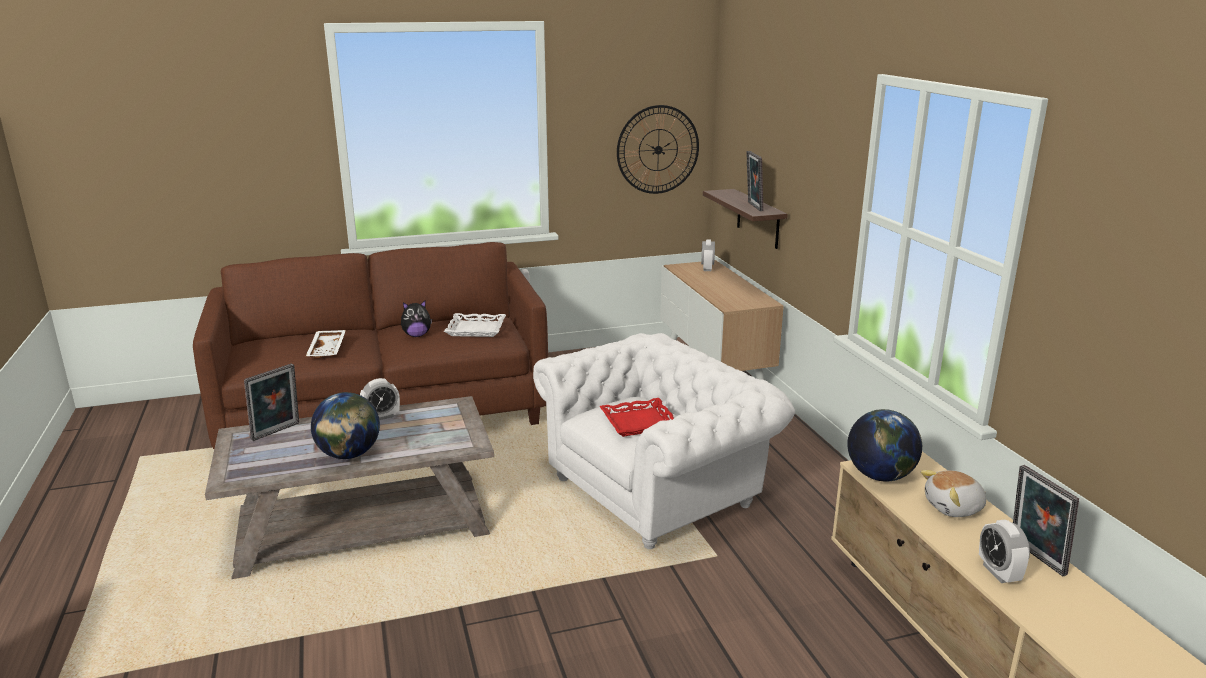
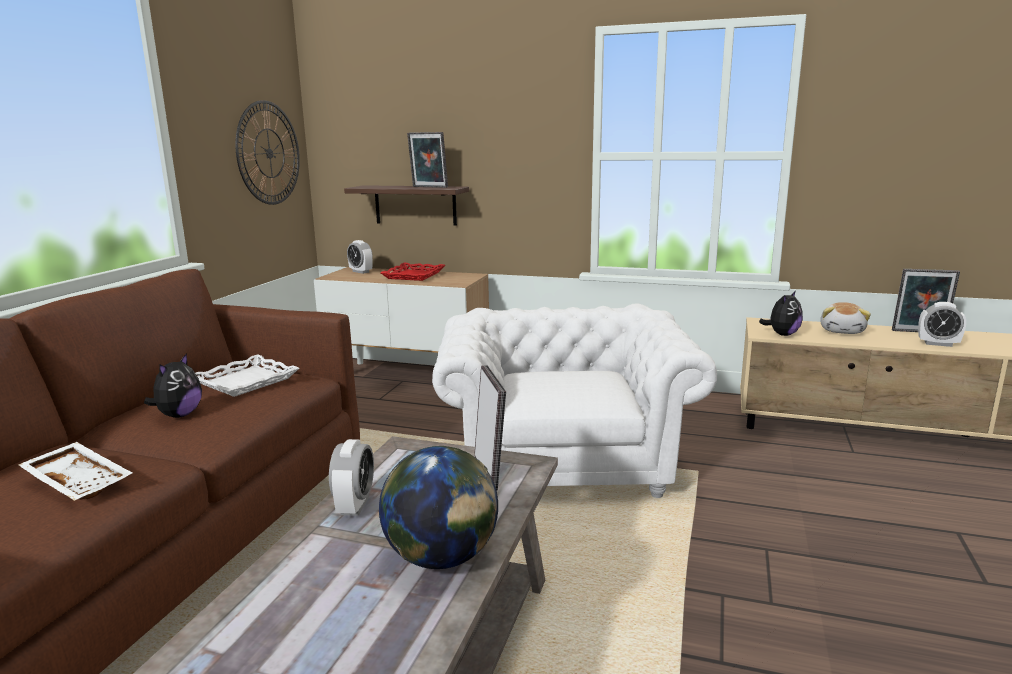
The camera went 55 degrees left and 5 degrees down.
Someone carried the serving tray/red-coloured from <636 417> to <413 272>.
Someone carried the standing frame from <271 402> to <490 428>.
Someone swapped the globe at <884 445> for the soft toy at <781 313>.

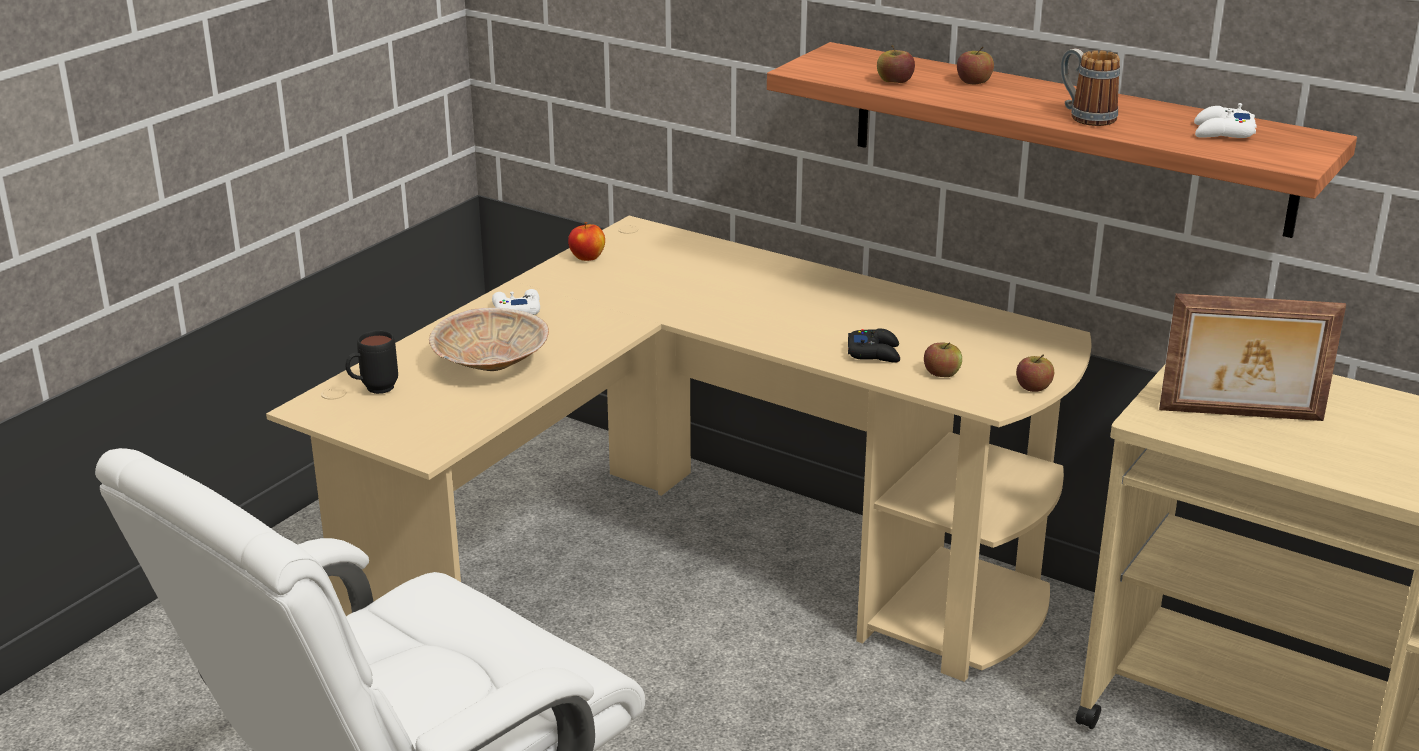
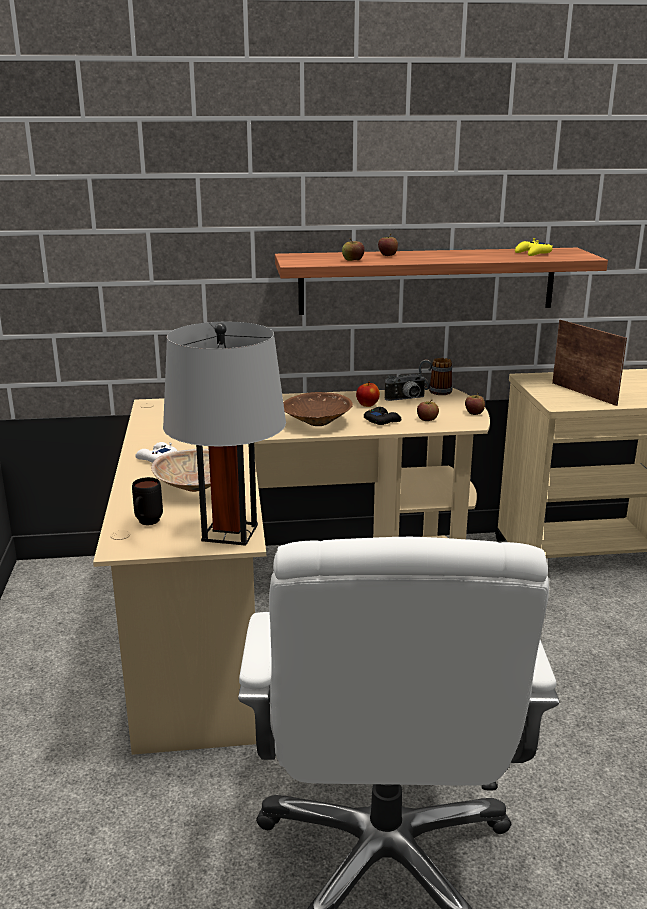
The camera went 40 degrees left and 5 degrees down.
Someone put down the lamp for a table/greyish at <224 434>.
Someone put down the deep dish/brownish at <318 409>.
Someone carried the apple from <586 241> to <368 394>.
Someone put down the photo camera at <405 387>.
Someone carried the coffee mug from <1090 87> to <436 376>.
Someone repainted the game controller/whitish at <1225 120>, which became the game controller/yellowish at <534 247>.
Someone rotated the standing frame at <1252 357> by 90 degrees counterclockwise.

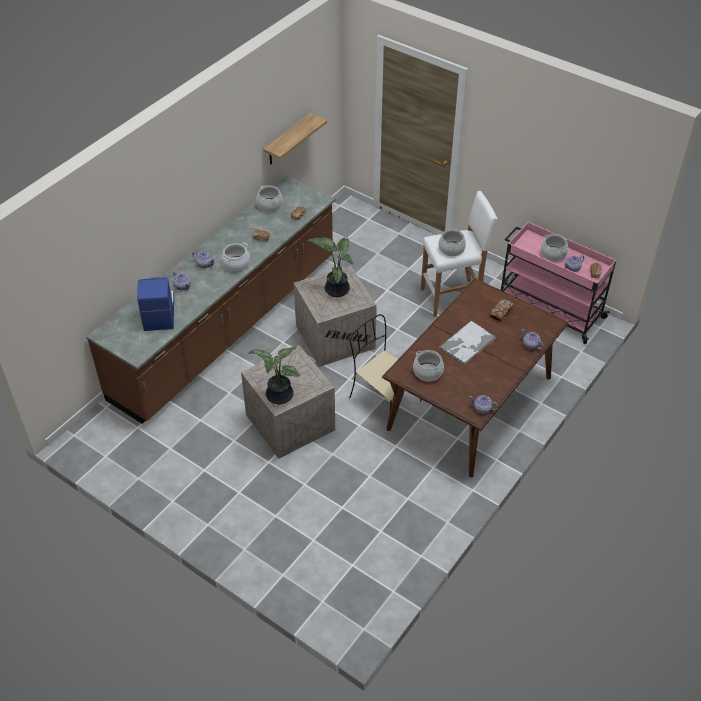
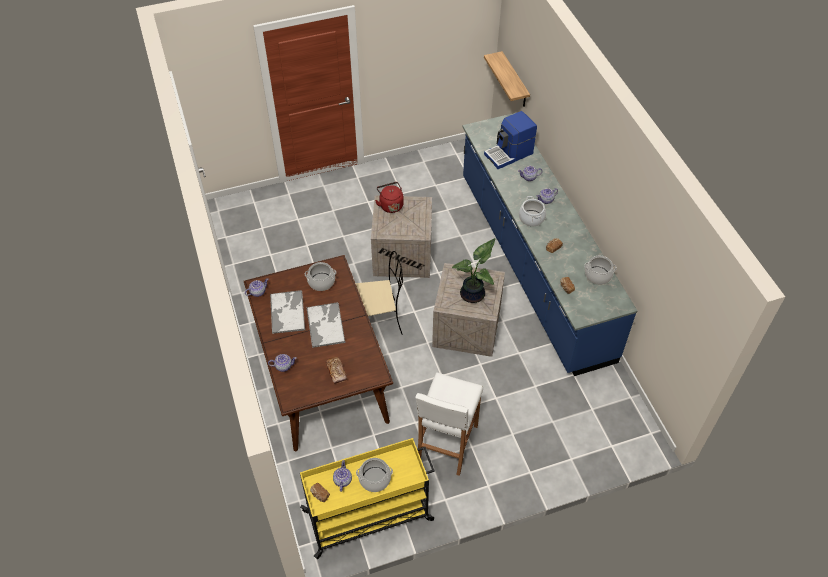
The camera went 125 degrees right and 5 degrees up.
Someone put down the serving tray at <287 312>.
Someone repainted the wheeled cart/pink at <558 283>, which became the wheeled cart/yellowish at <367 498>.
Someone swapped the houseplant at <274 375> for the kettle/red-coloured at <389 197>.
Someone repainted the kitchen base unit/brownish at <210 300>, which became the kitchen base unit/bluish at <549 244>.
Someone carried the bracket shelf from <295 138> to <507 79>.
Someone rotated the coffee maker at <155 304> by 120 degrees clockwise.
Someone took away the stockpot at <452 242>.

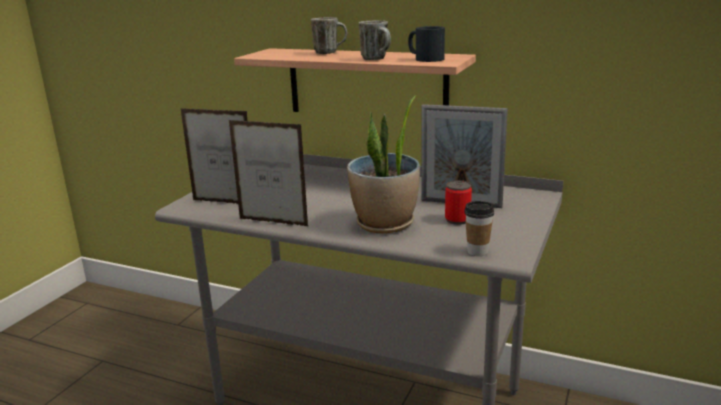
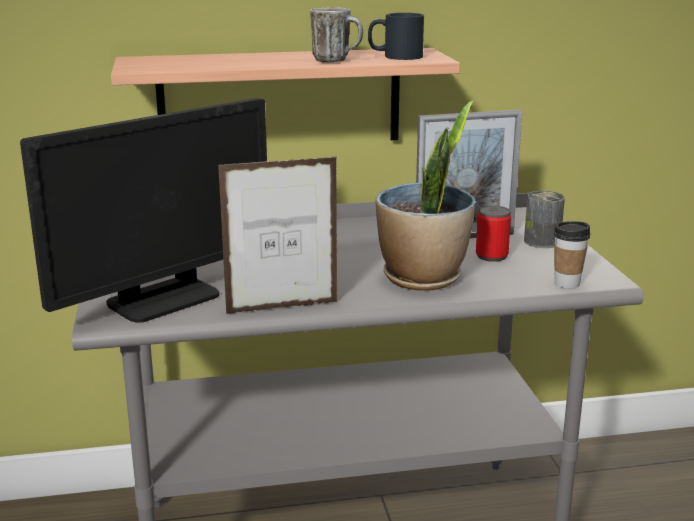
The camera went 35 degrees left and 0 degrees up.
Someone swapped the standing frame at <214 156> for the monitor at <143 210>.
Someone put down the metal can at <544 219>.
Someone took away the coffee mug at <329 35>.

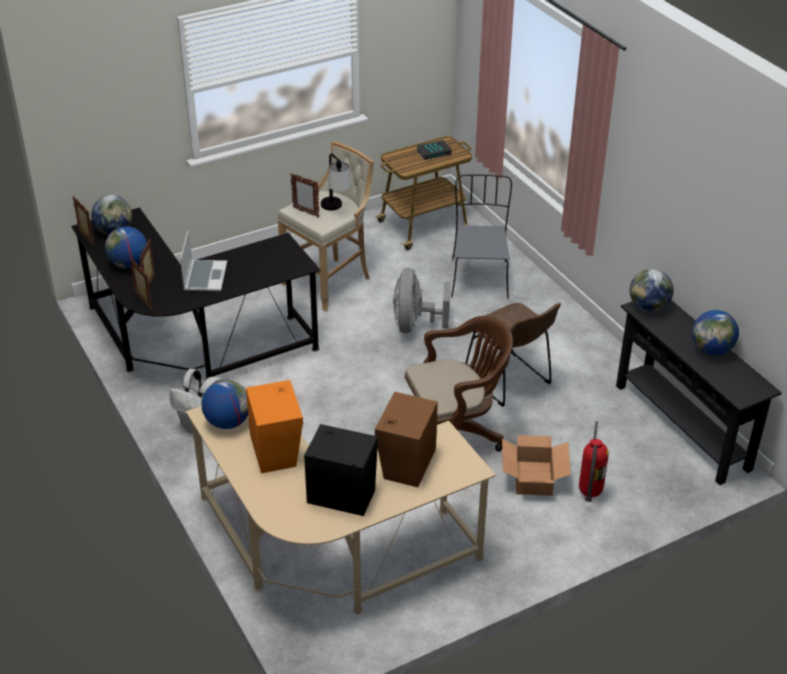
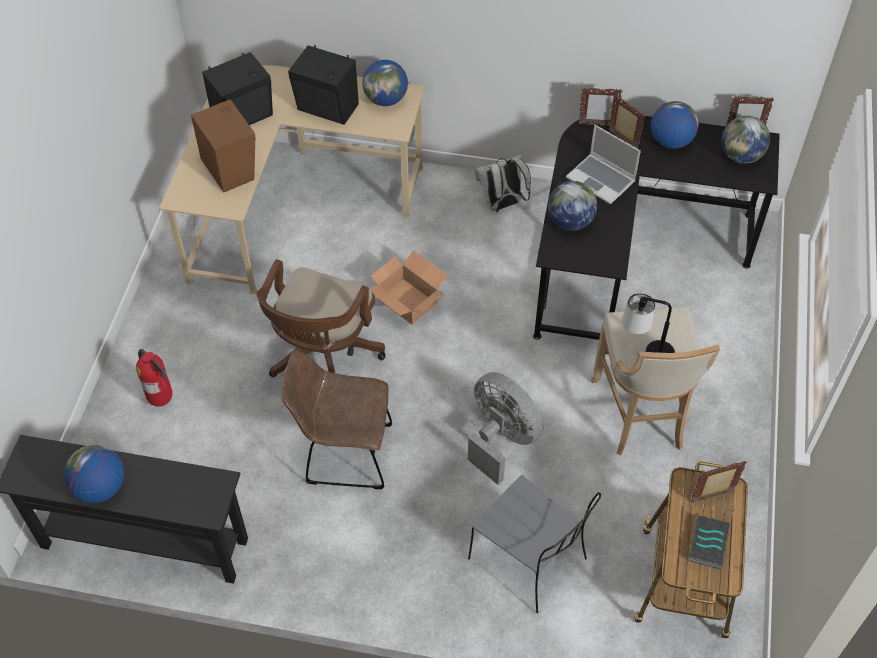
The camera went 130 degrees right and 15 degrees up.
Someone repainted the audio speaker/orangey at <274 426>, which became the audio speaker/blackish at <323 85>.
Someone carried the carton from <536 465> to <409 287>.
Someone carried the globe from <652 290> to <572 206>.
Someone carried the standing frame from <304 195> to <718 482>.

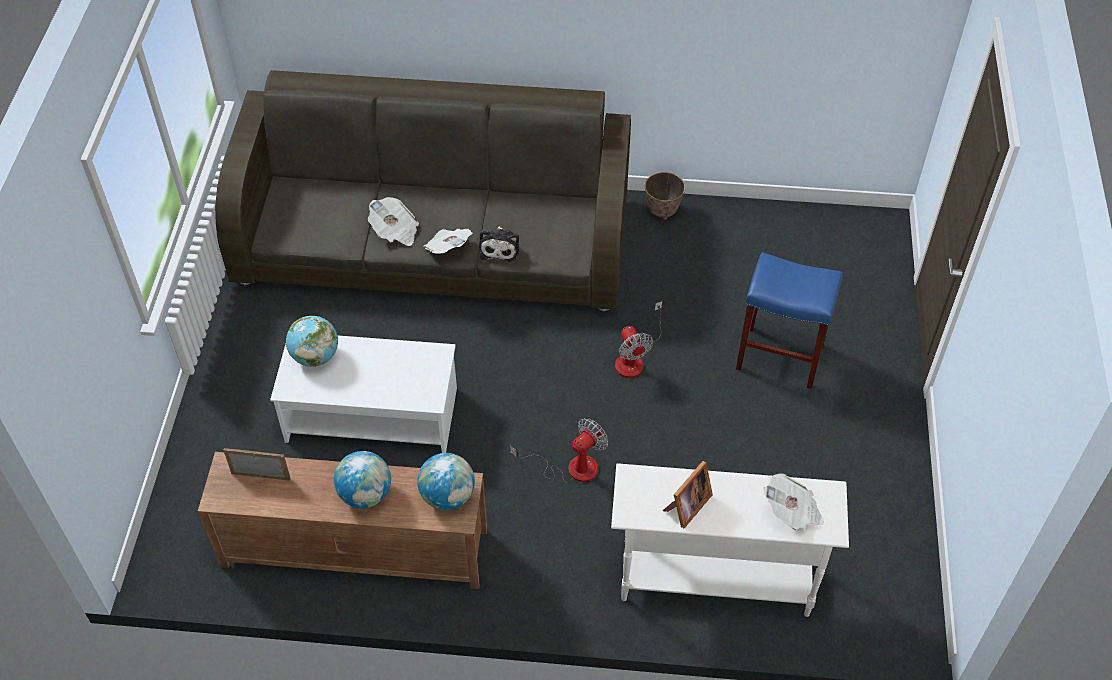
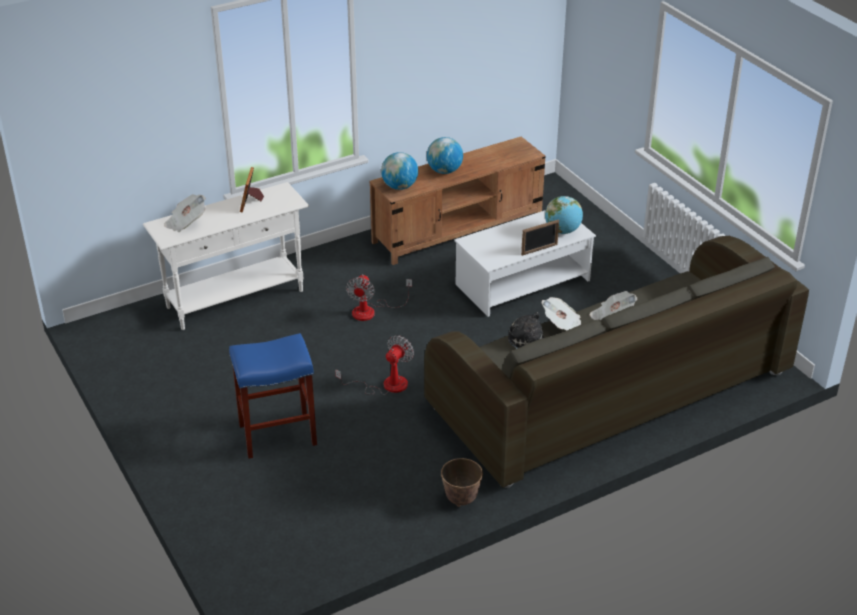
The camera went 145 degrees right and 15 degrees down.
Someone rotated the electric fan at <638 339> by 90 degrees clockwise.
Someone carried the standing frame from <257 464> to <540 238>.

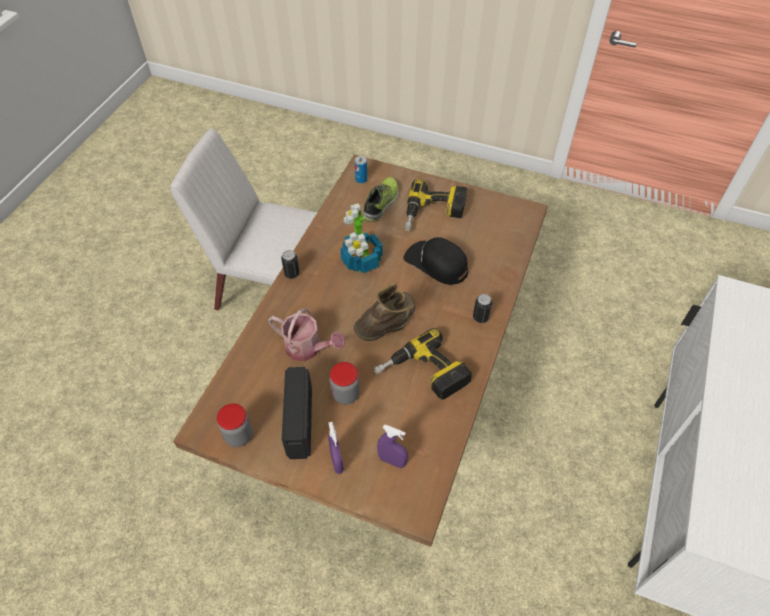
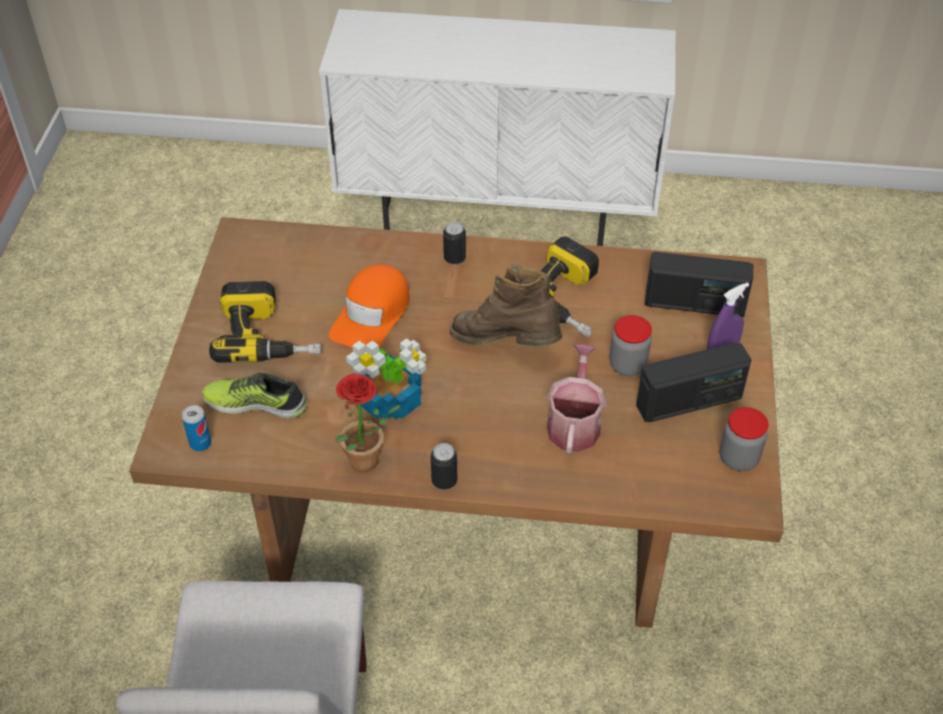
The camera went 105 degrees left and 5 degrees down.
Someone repainted the cap/blackish at <435 261>, which became the cap/orangey at <369 306>.
Someone put down the houseplant at <367 422>.
Someone swapped the spray bottle/purple at <392 446> for the radio at <699 284>.

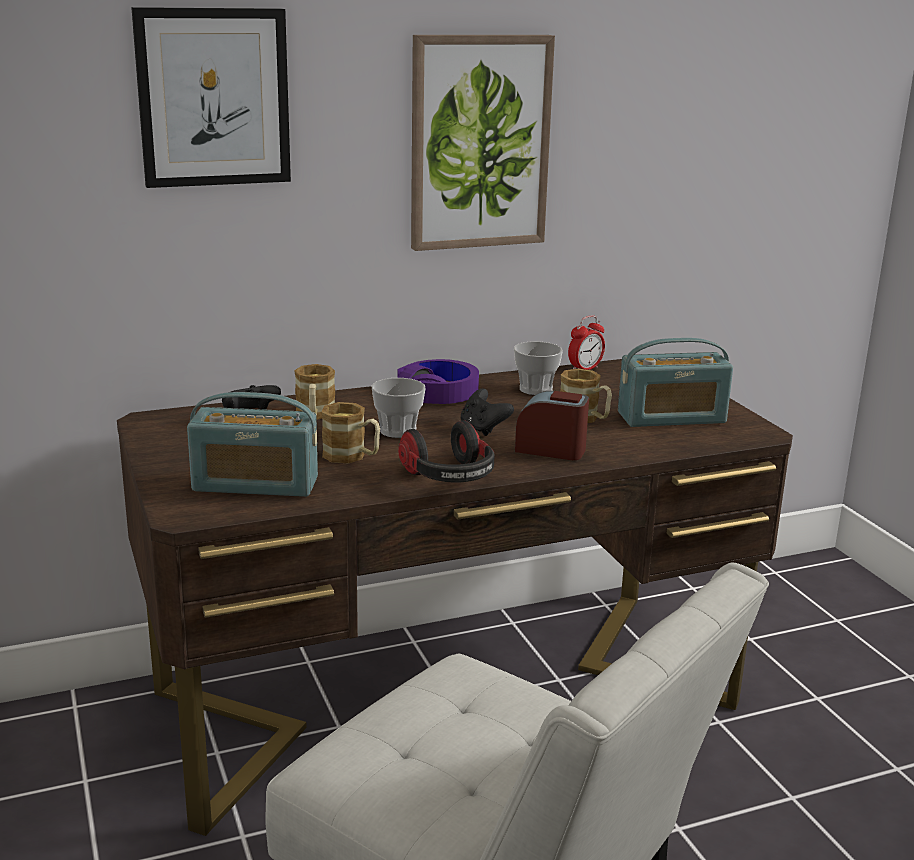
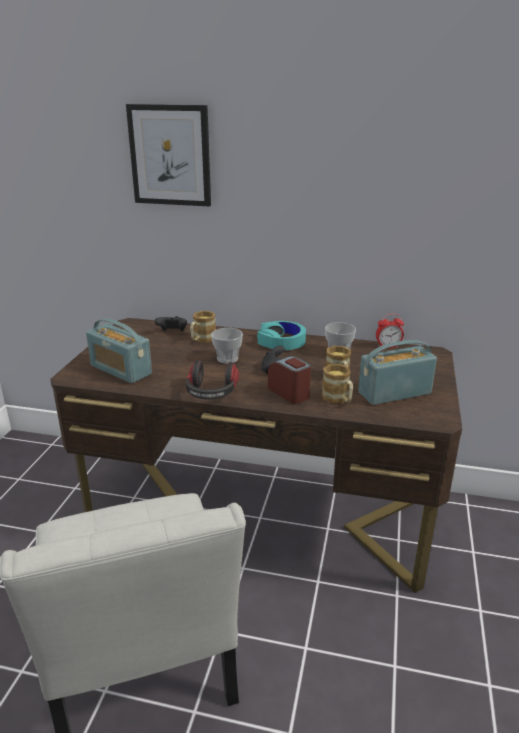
The camera went 35 degrees right and 5 degrees up.
Someone repainted the pair of headphones/purple at <438 381>, which became the pair of headphones/turquoise at <281 335>.
Someone carried the coffee mug from <350 432> to <337 383>.
Someone rotated the radio at <675 382> by 135 degrees clockwise.
Someone took away the wall art at <483 143>.

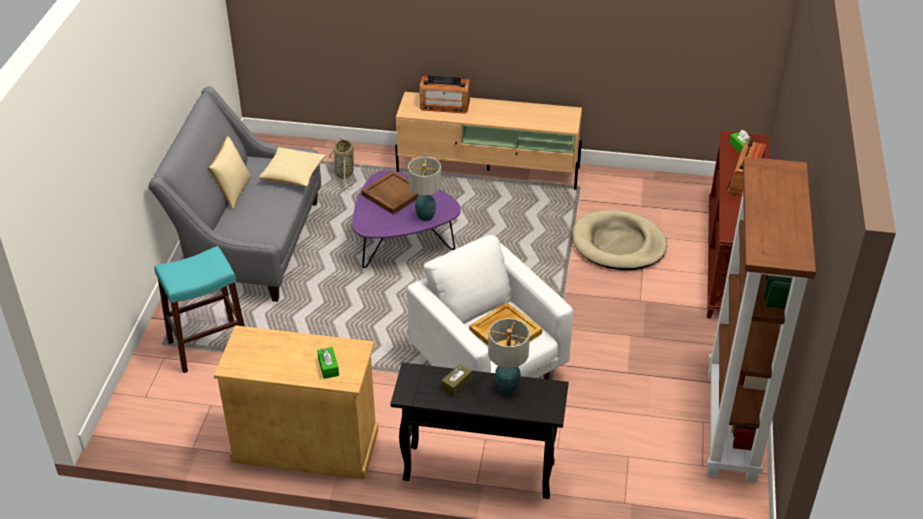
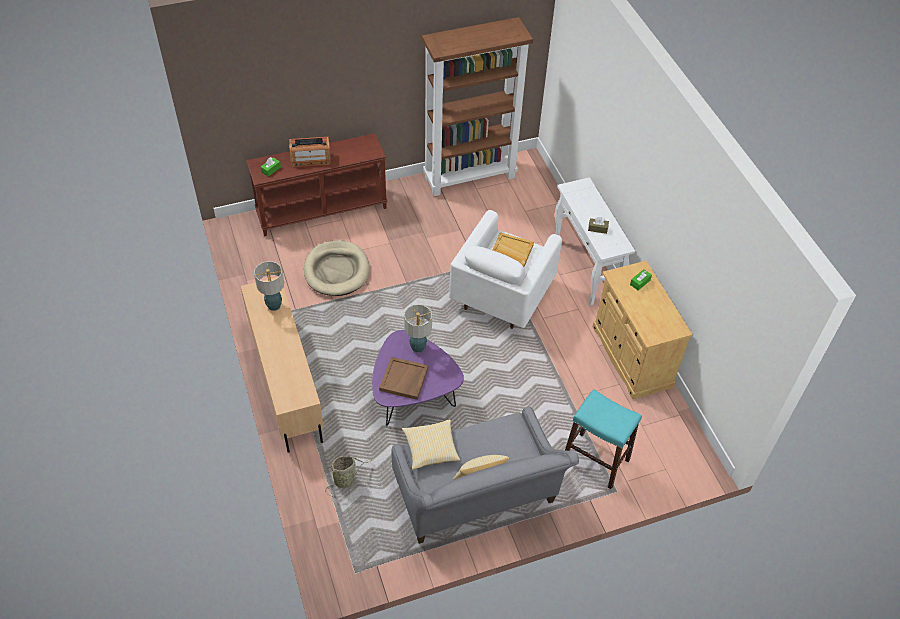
The camera went 120 degrees left and 10 degrees up.
Someone carried the lamp for a table from <509 356> to <269 286>.
Someone repainted the narrow table/blackish at <480 430>, which became the narrow table/whitish at <595 241>.
Someone took away the radio at <445 94>.

